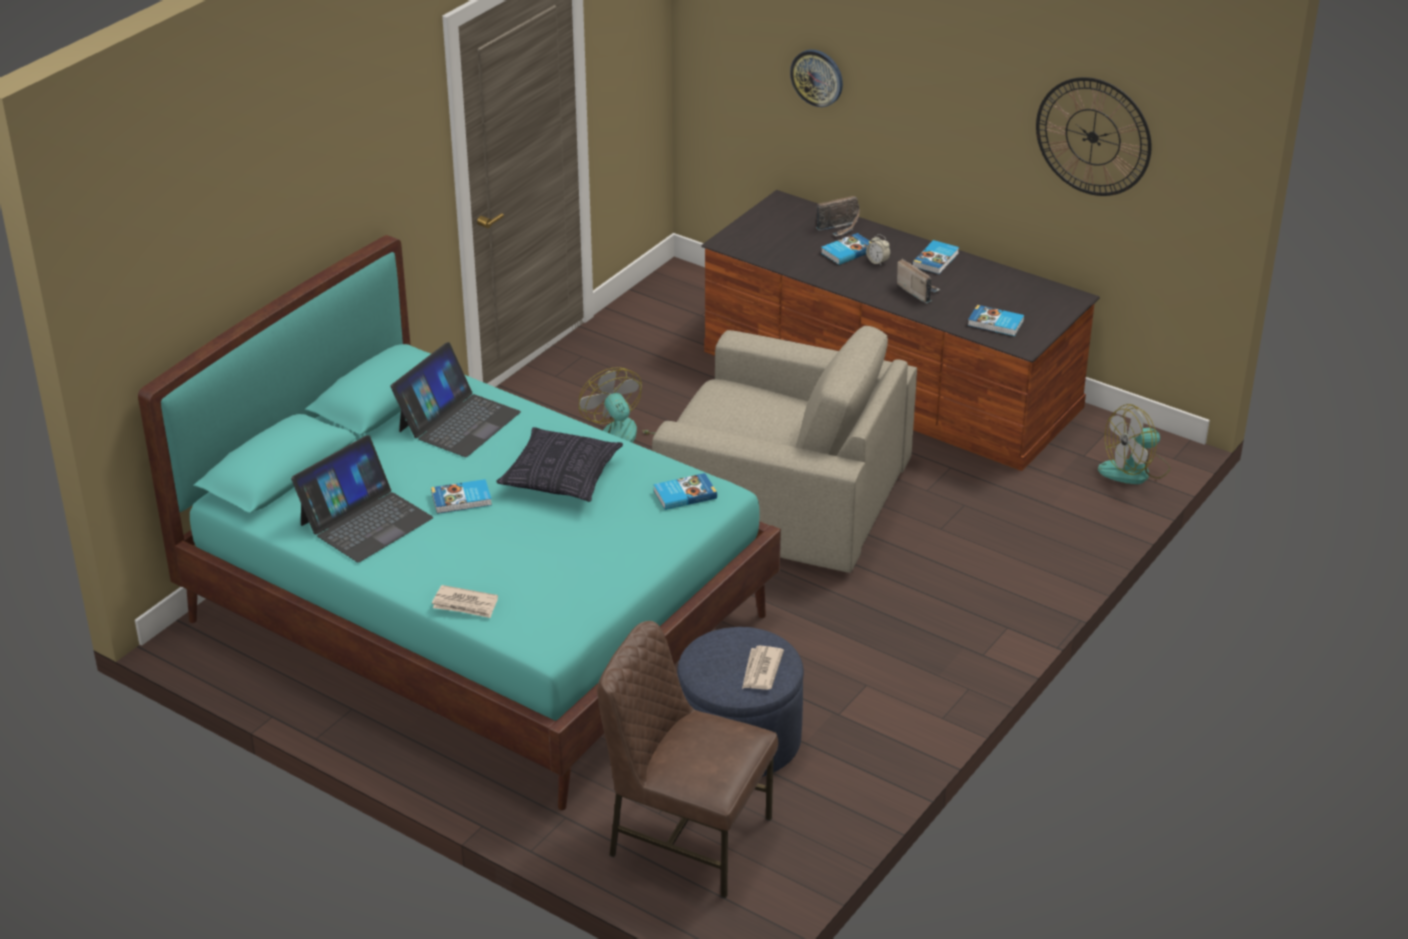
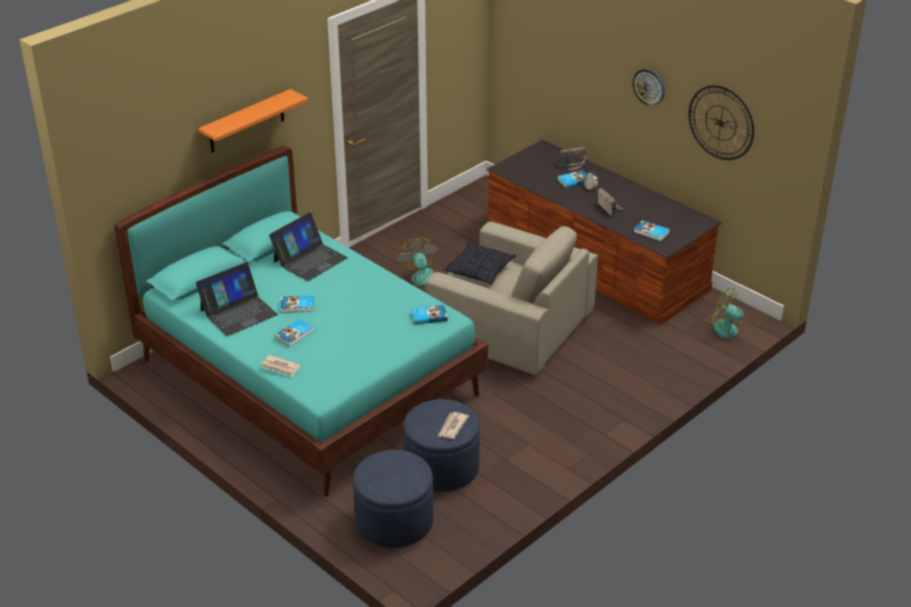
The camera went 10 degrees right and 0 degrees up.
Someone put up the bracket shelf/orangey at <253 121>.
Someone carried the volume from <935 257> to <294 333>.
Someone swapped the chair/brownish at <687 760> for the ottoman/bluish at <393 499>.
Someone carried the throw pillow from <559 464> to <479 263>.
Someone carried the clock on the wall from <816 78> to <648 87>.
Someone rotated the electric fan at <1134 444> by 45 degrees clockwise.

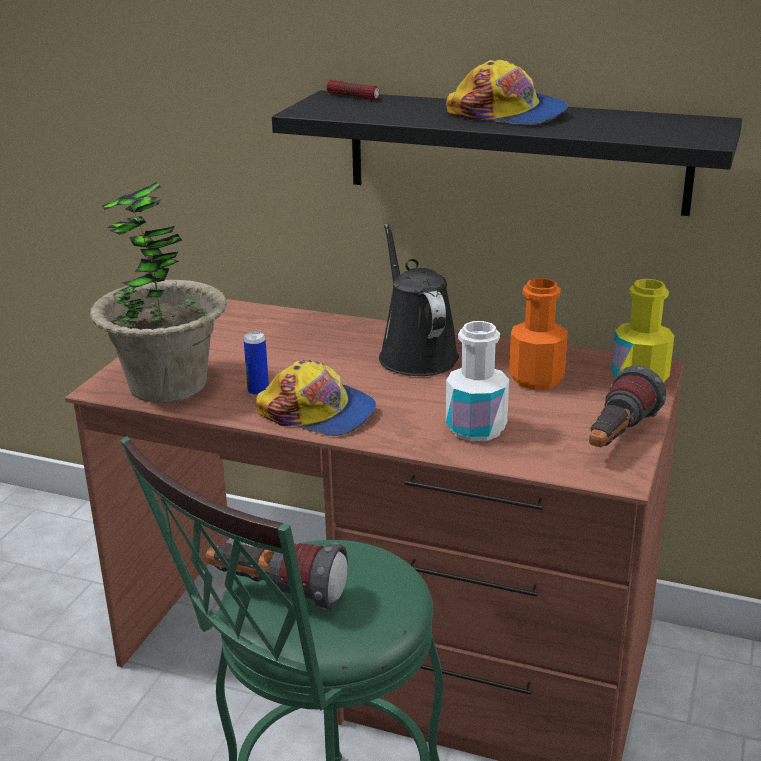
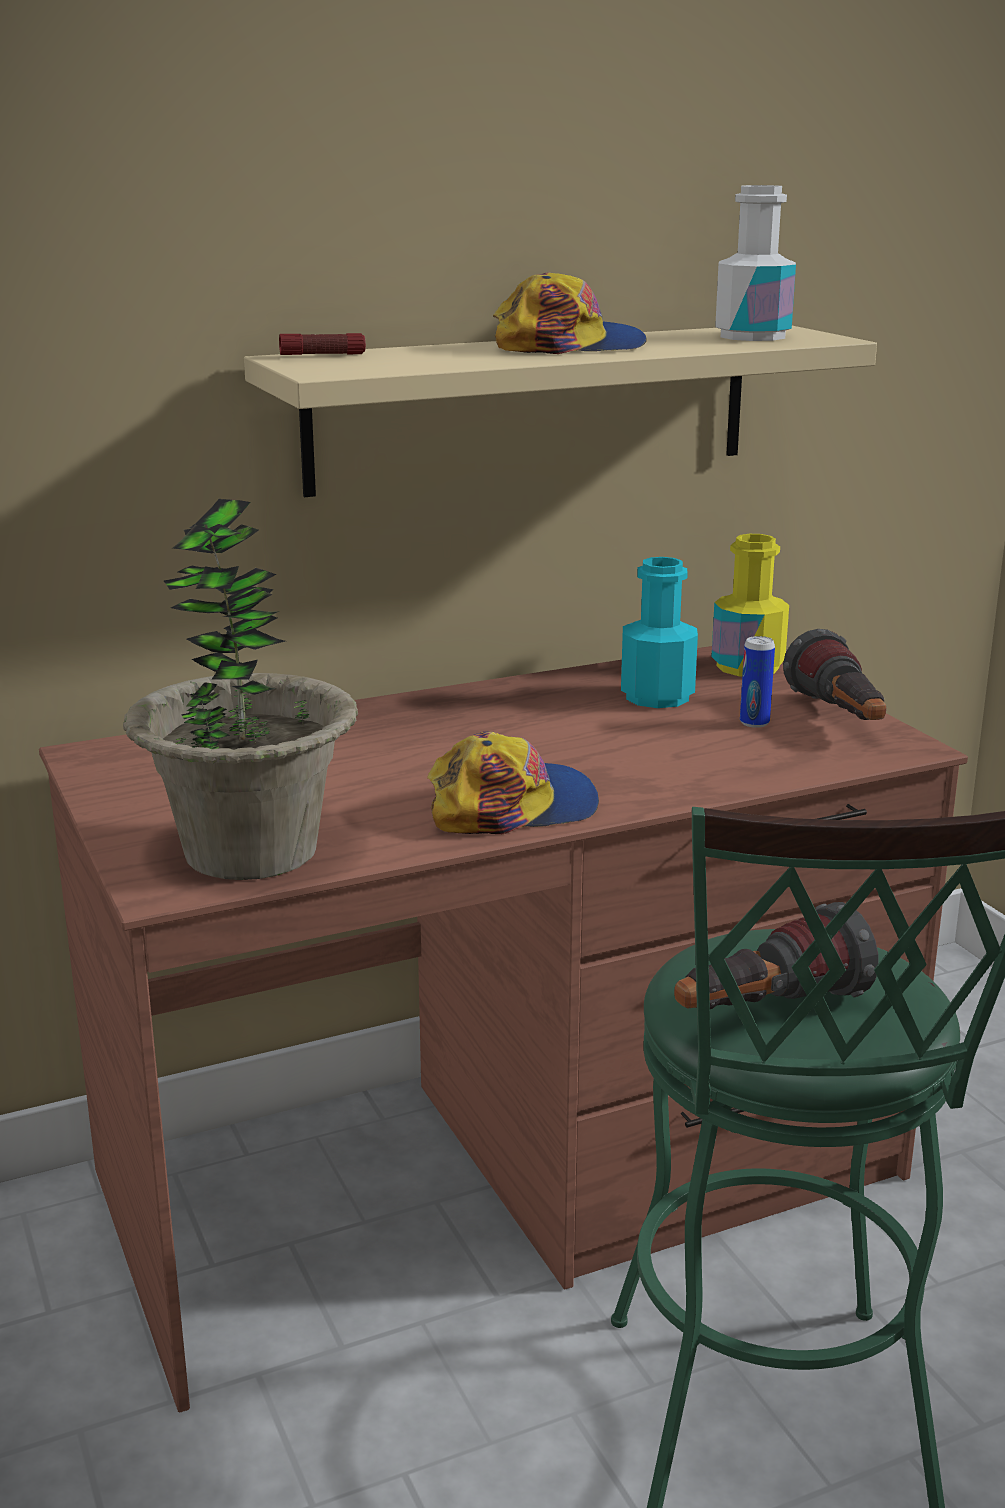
The camera went 45 degrees left and 5 degrees down.
Someone repainted the bracket shelf/blackish at <507 153>, which became the bracket shelf/beige at <560 411>.
Someone repainted the drink bottle/orangey at <538 333>, which became the drink bottle/turquoise at <659 632>.
Someone carried the drink bottle/whitish from <477 381> to <755 263>.
Someone carried the metal can from <256 364> to <757 682>.
Someone took away the sprinkling can/blackish at <419 300>.

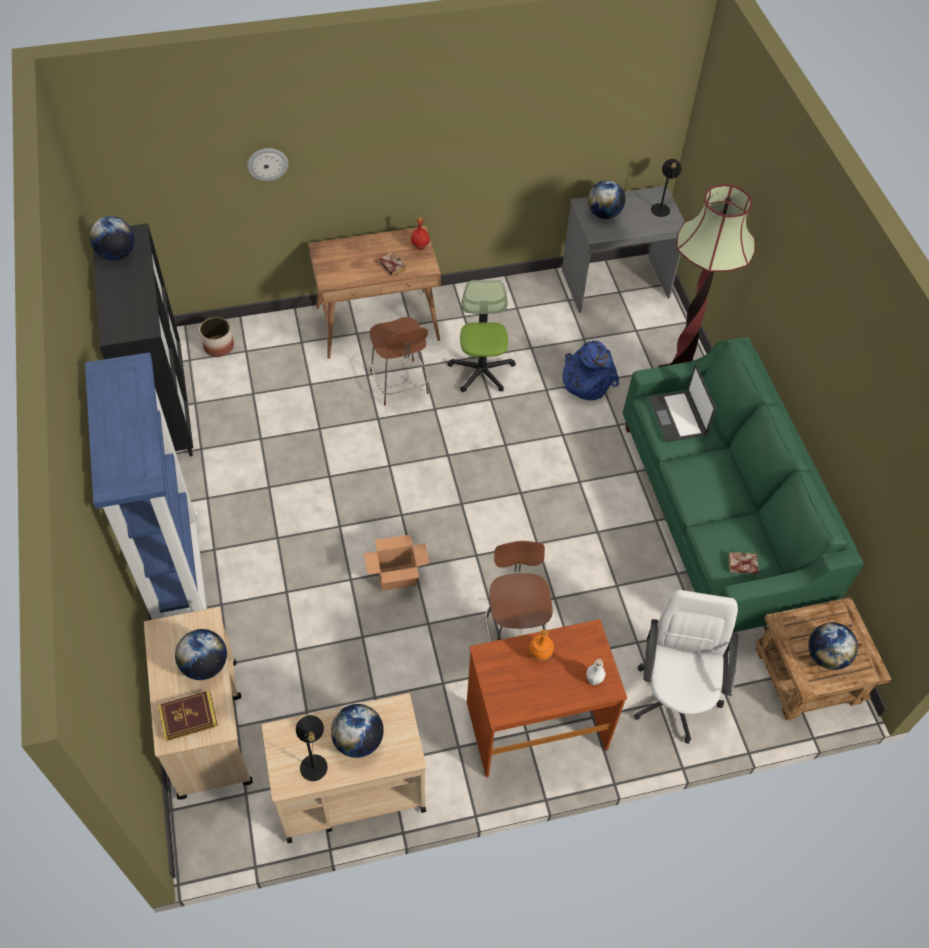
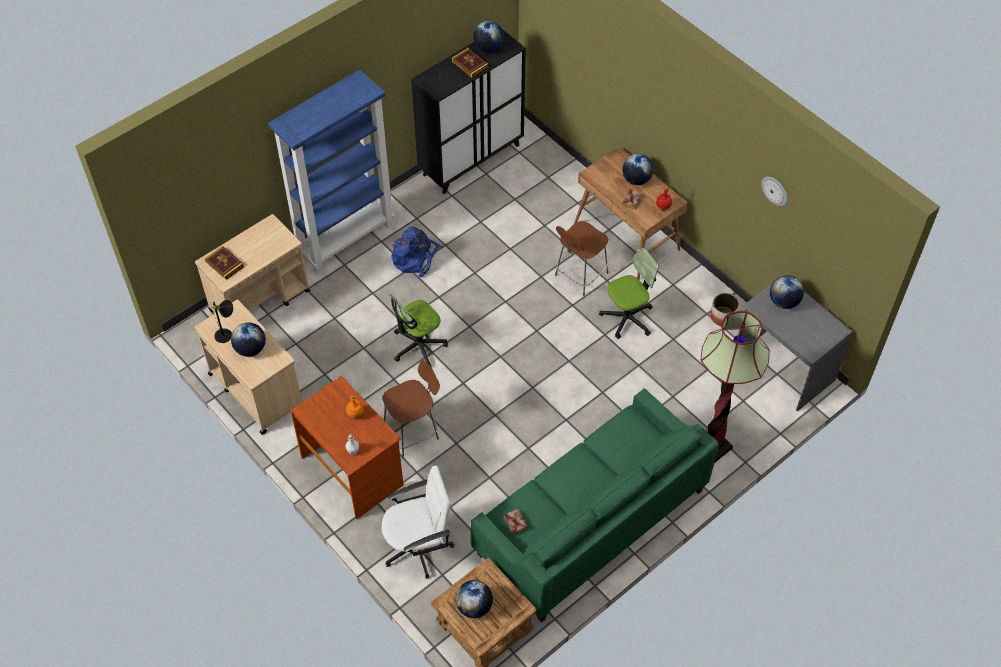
The camera went 65 degrees right and 0 degrees up.
Someone swapped the carton at <397 563> for the desk chair at <419 330>.
Someone carried the rucksack/bluish from <591 370> to <417 252>.
Someone put down the volume at <470 63>.
Someone carried the globe from <201 654> to <638 169>.
Someone carried the flower pot from <216 337> to <724 309>.
Someone carried the clock on the wall from <267 164> to <774 191>.
Someone took away the portable computer at <682 403>.
Someone took away the lamp for a table/blackish at <666 188>.

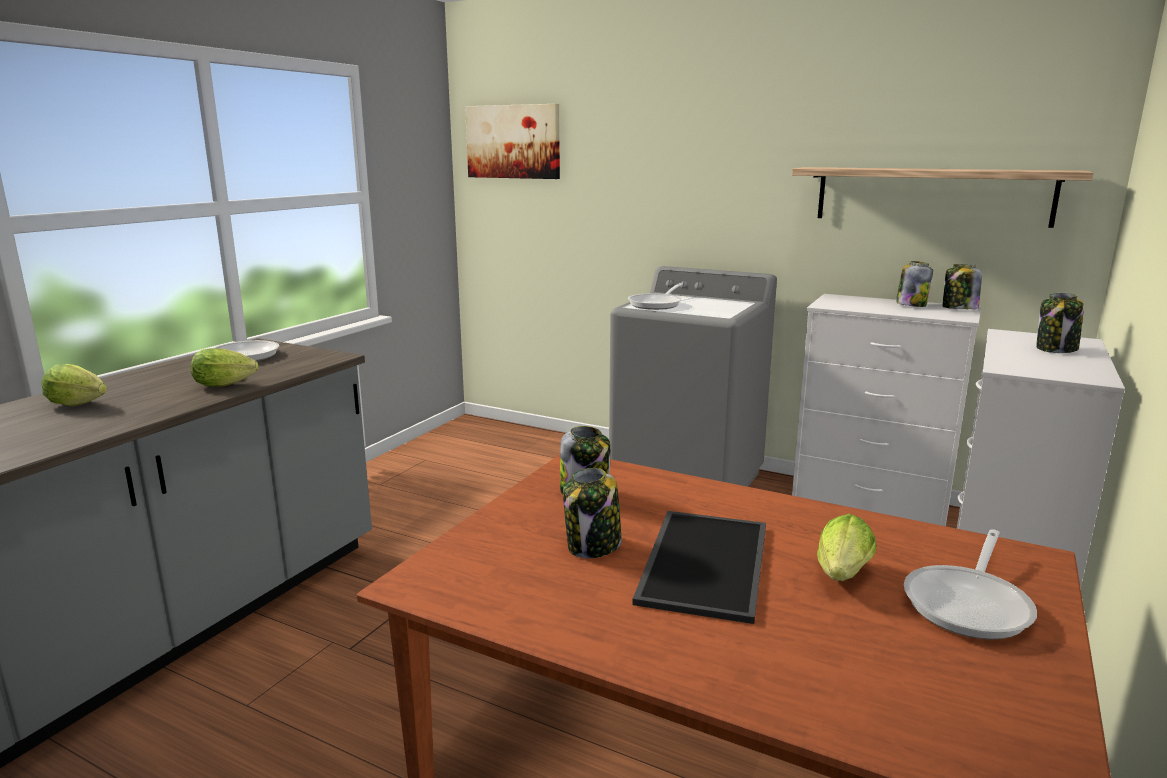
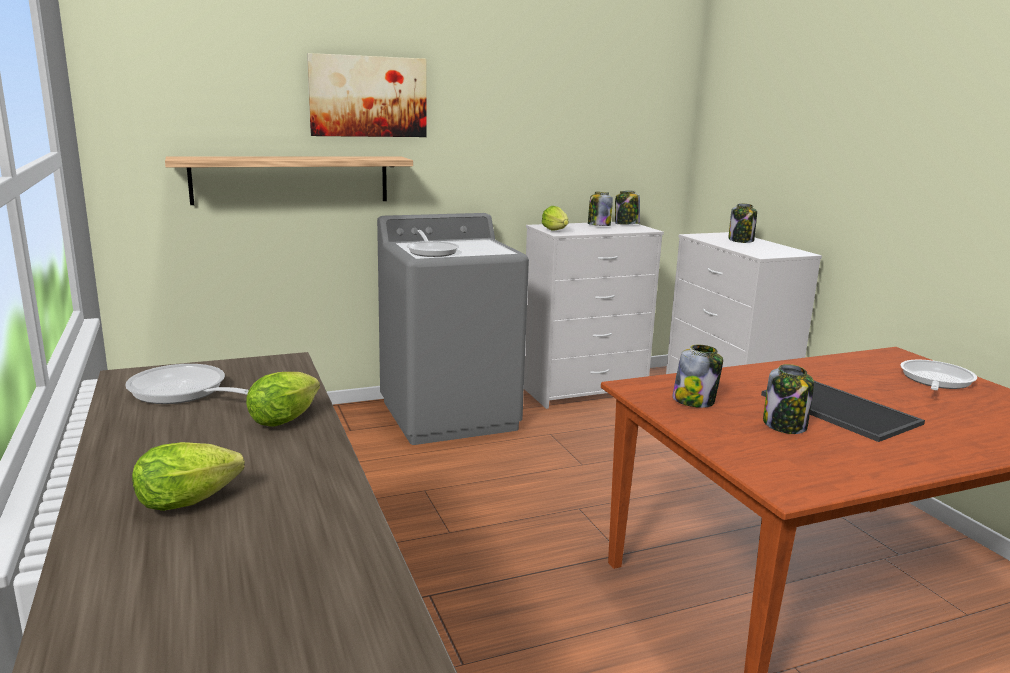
The camera went 50 degrees left and 0 degrees up.
Someone carried the bracket shelf from <942 197> to <289 180>.
Someone carried the wall art from <512 141> to <367 95>.
Someone carried the lettuce head from <846 547> to <555 218>.
Someone rotated the skillet at <970 584> by 135 degrees counterclockwise.

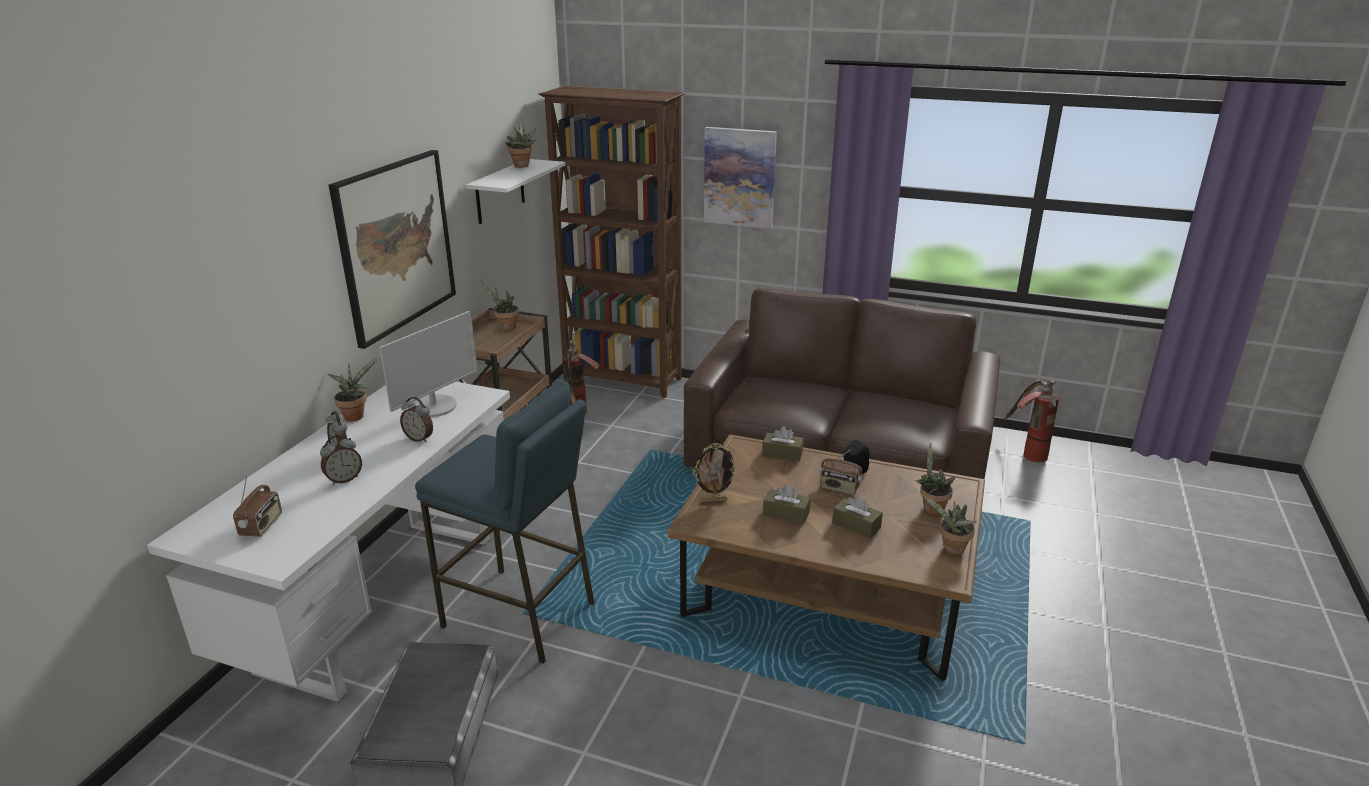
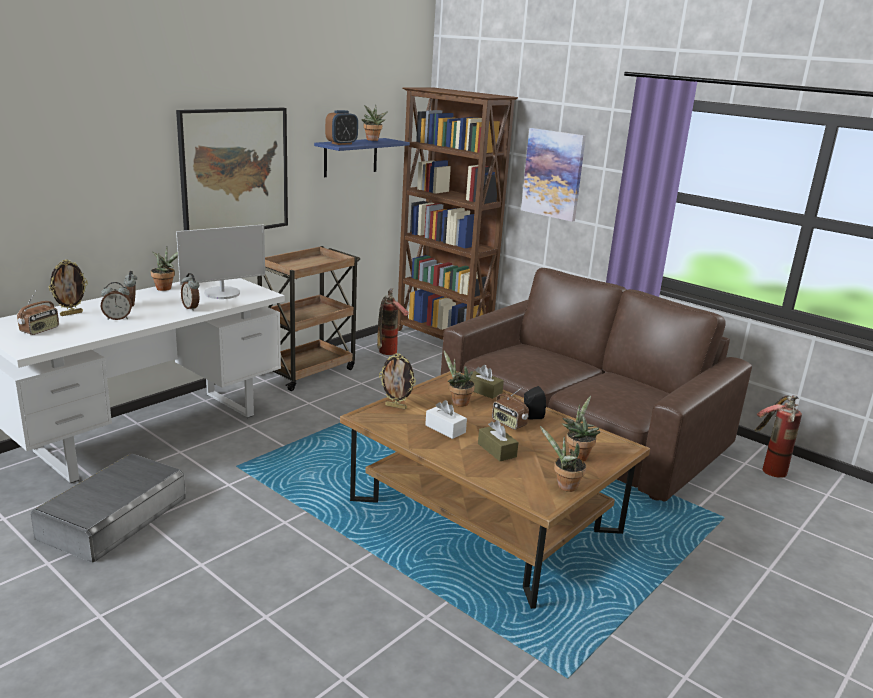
The camera went 20 degrees right and 5 degrees down.
Someone put down the standing frame at <68 287>.
Someone repainted the bracket shelf/whitish at <515 191>, which became the bracket shelf/bluish at <362 157>.
Someone put down the table clock at <341 127>.
Someone repainted the tissue holder/brownish at <787 504>, which became the tissue holder/whitish at <446 419>.
Someone carried the houseplant from <500 305> to <459 378>.
Someone took away the stool/bluish at <504 522>.

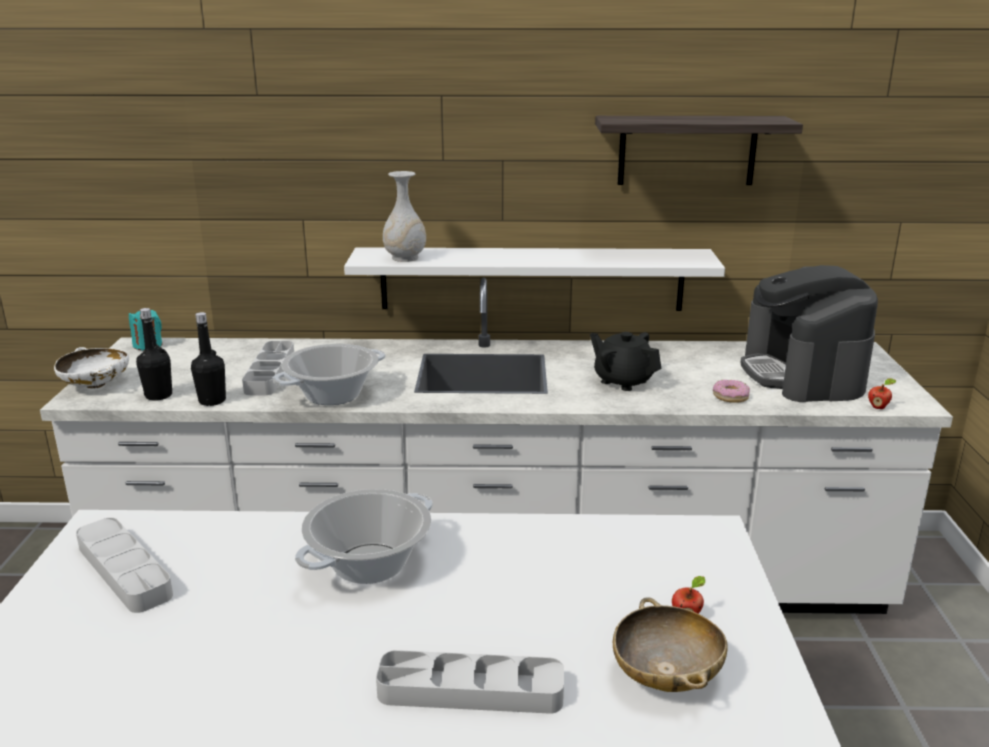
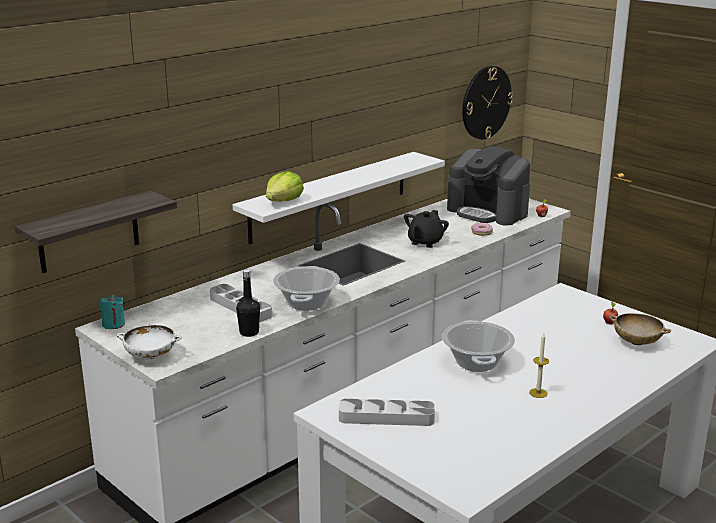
The camera went 45 degrees left and 0 degrees up.
Someone carried the bracket shelf from <699 150> to <96 232>.
Someone swapped the flower vase/whitish at <404 216> for the lettuce head at <285 186>.
Someone rotated the teapot/blackish at <626 361> by 60 degrees counterclockwise.
Someone put up the clock on the wall at <487 103>.
Someone put down the candle at <539 365>.
Someone took away the drink bottle/blackish at <154 354>.
Someone took away the serving tray/greyish at <470 682>.

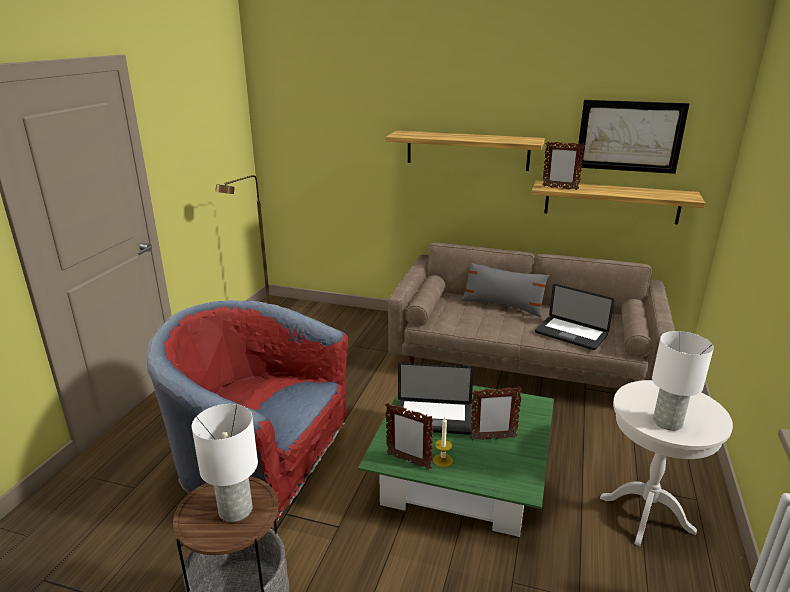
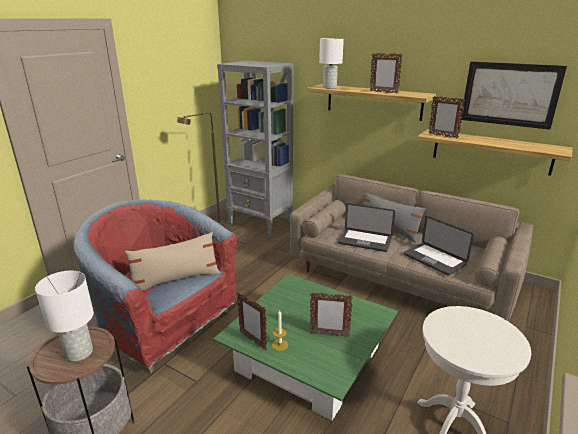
The camera went 15 degrees right and 0 degrees up.
Someone put down the throw pillow/beige at <172 261>.
Someone put down the bookcase/greyish at <255 148>.
Someone carried the lamp for a table/whitish from <683 381> to <331 63>.
Someone carried the portable computer from <435 398> to <366 227>.
Someone put down the standing frame at <386 73>.

